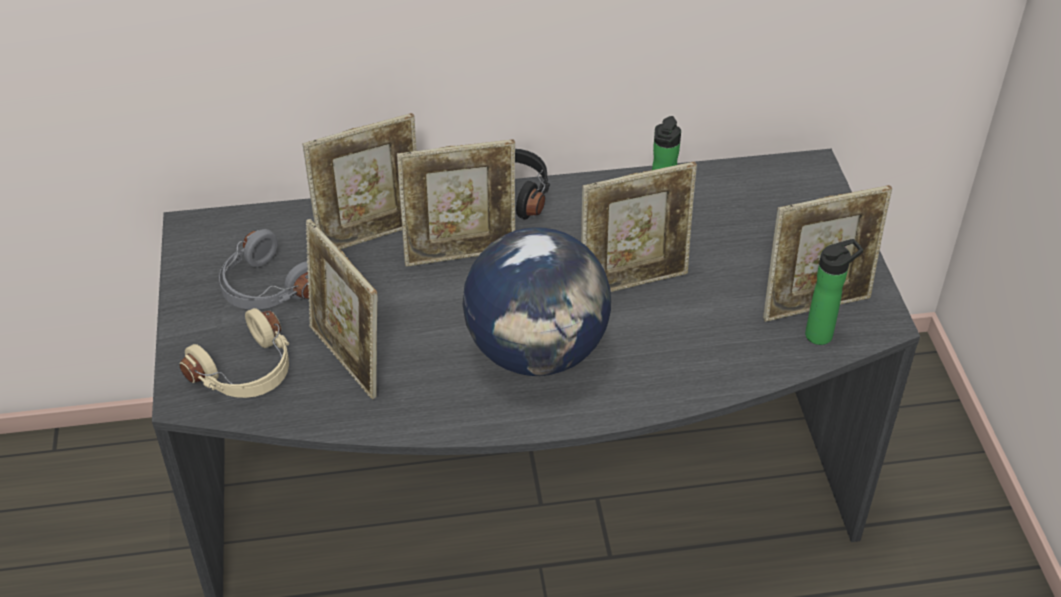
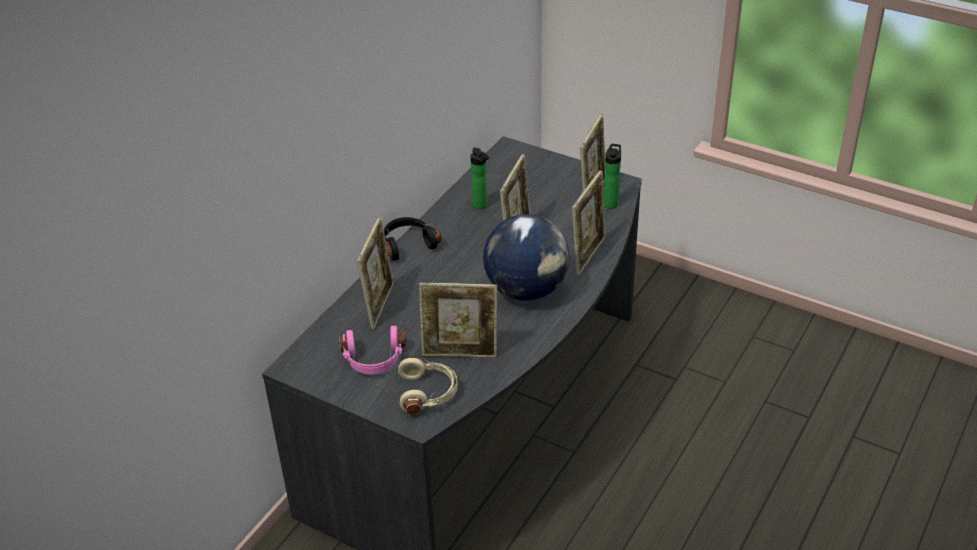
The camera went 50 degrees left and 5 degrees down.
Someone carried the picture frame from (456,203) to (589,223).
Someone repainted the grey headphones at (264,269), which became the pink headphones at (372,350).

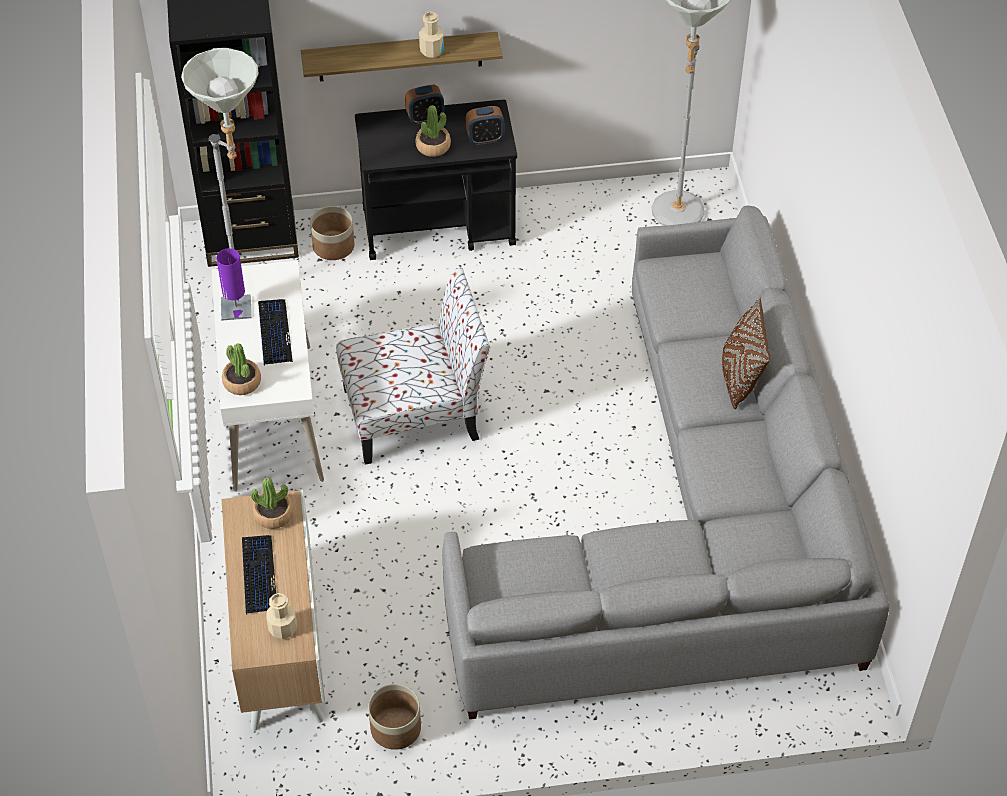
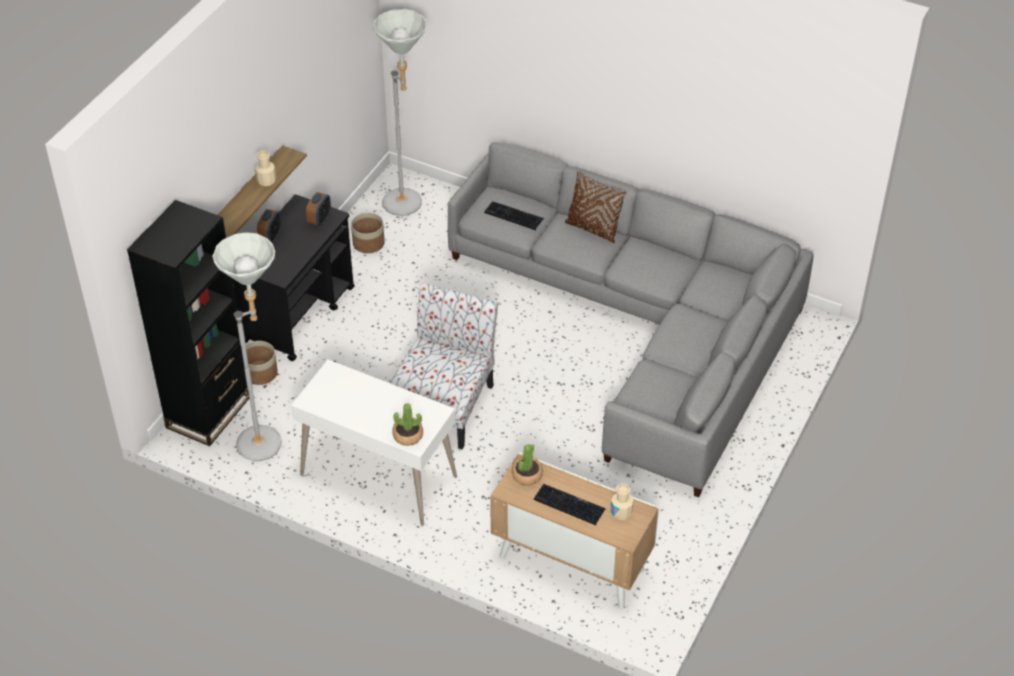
The camera went 55 degrees left and 5 degrees down.
Someone took away the potted plant at (433,131).
Someone took away the purple table lamp at (234,284).
Someone carried the keyboard from (275,332) to (514,215).
Someone carried the planter from (394,717) to (368,233).

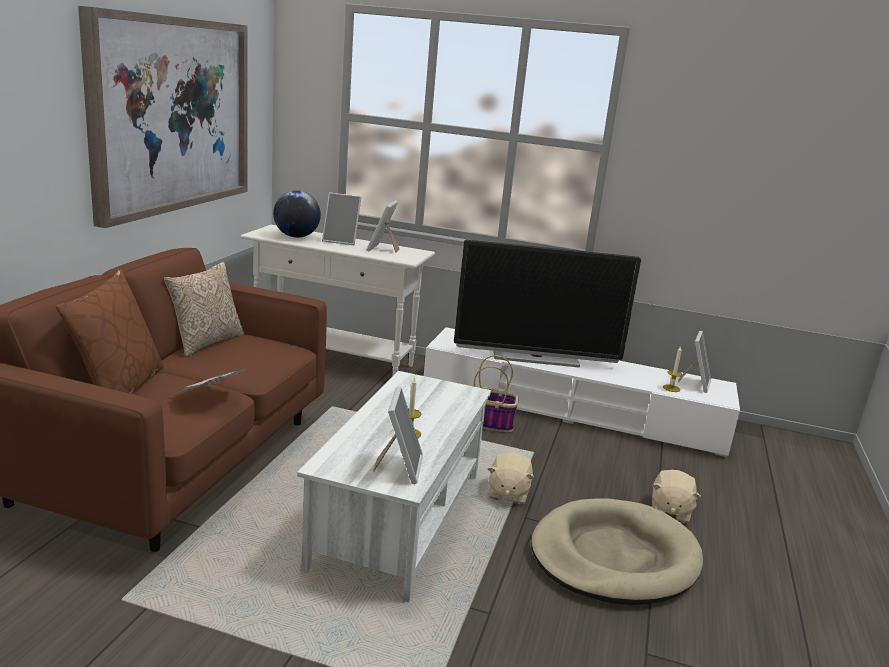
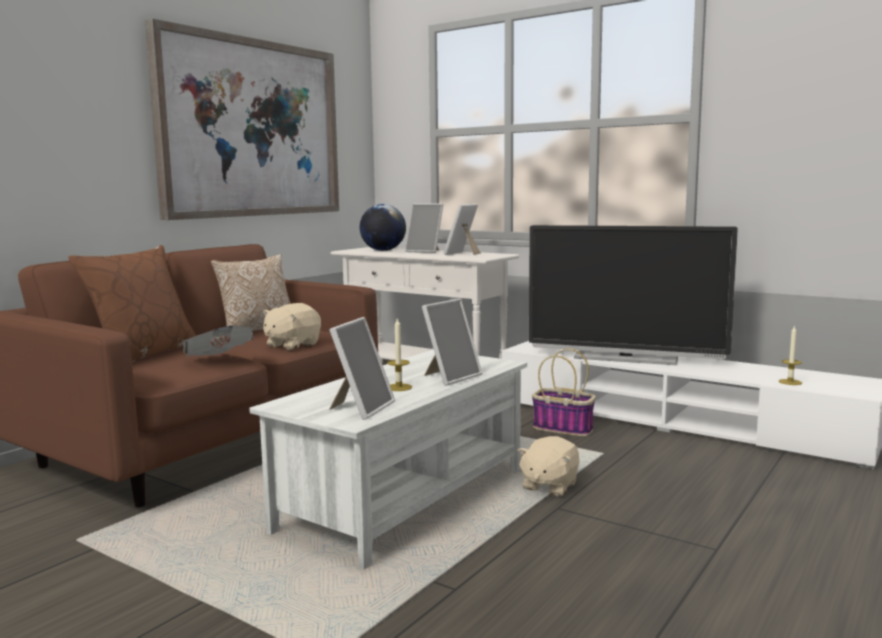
The camera went 20 degrees right and 10 degrees down.
Someone carried the picture frame from (694,362) to (452,342).
Someone carried the beige plush toy from (676,496) to (291,326).
Someone took away the beige dog bed at (617,551).

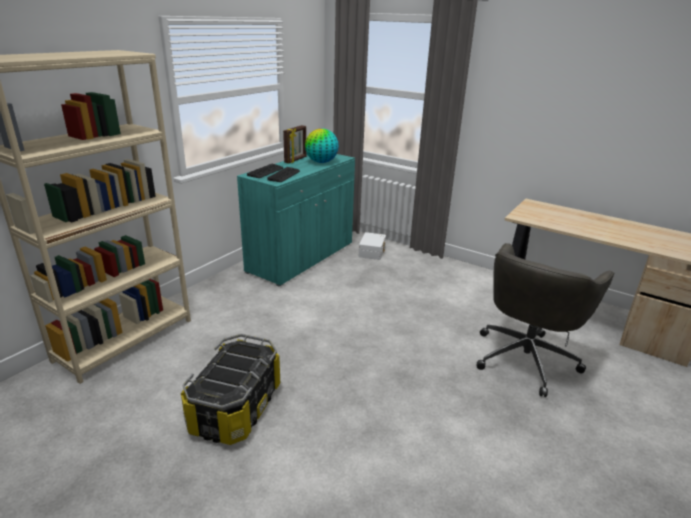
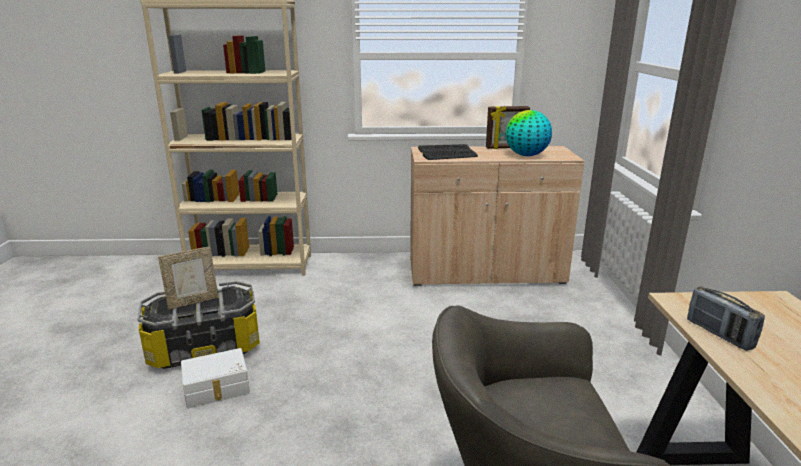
The camera went 55 degrees right and 5 degrees down.
Someone repainted the turquoise cabinet at (296,220), which became the beige cabinet at (497,216).
Someone carried the white storage box from (372,246) to (215,378).
Someone put down the picture frame at (188,278).
Someone put down the radio at (726,318).

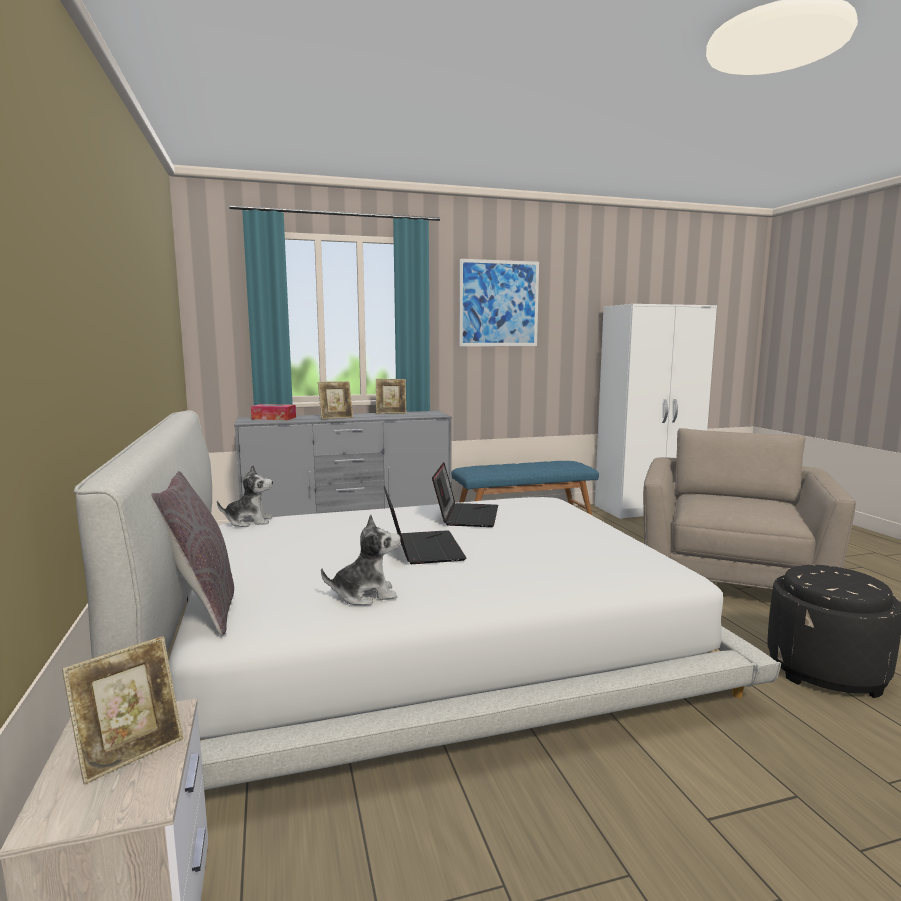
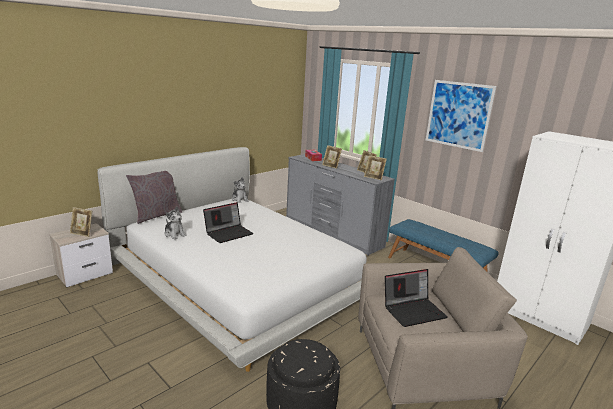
The camera went 60 degrees right and 10 degrees up.
Someone carried the laptop from (465,494) to (416,298).
Someone put down the picture frame at (375,167).

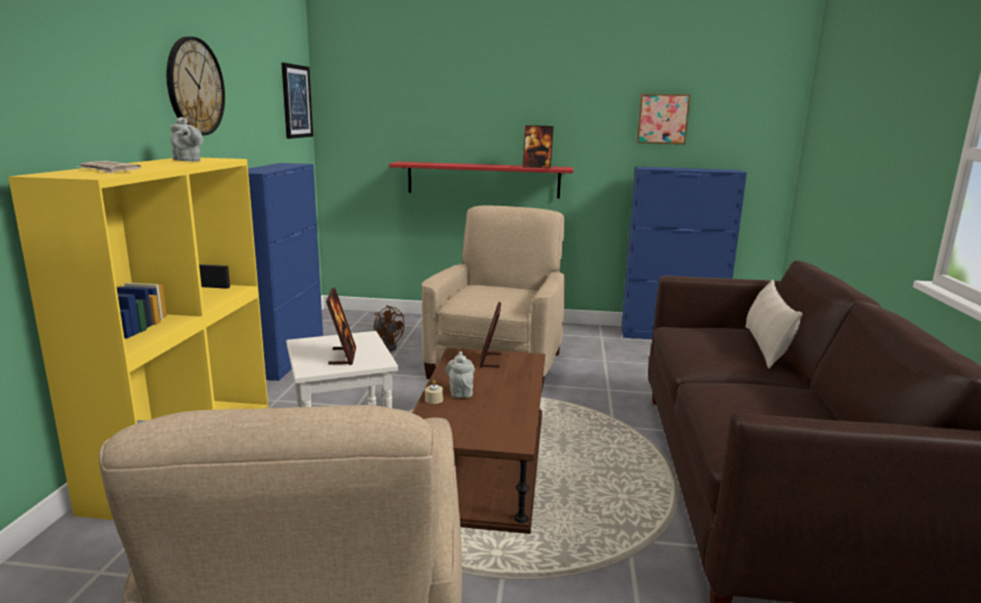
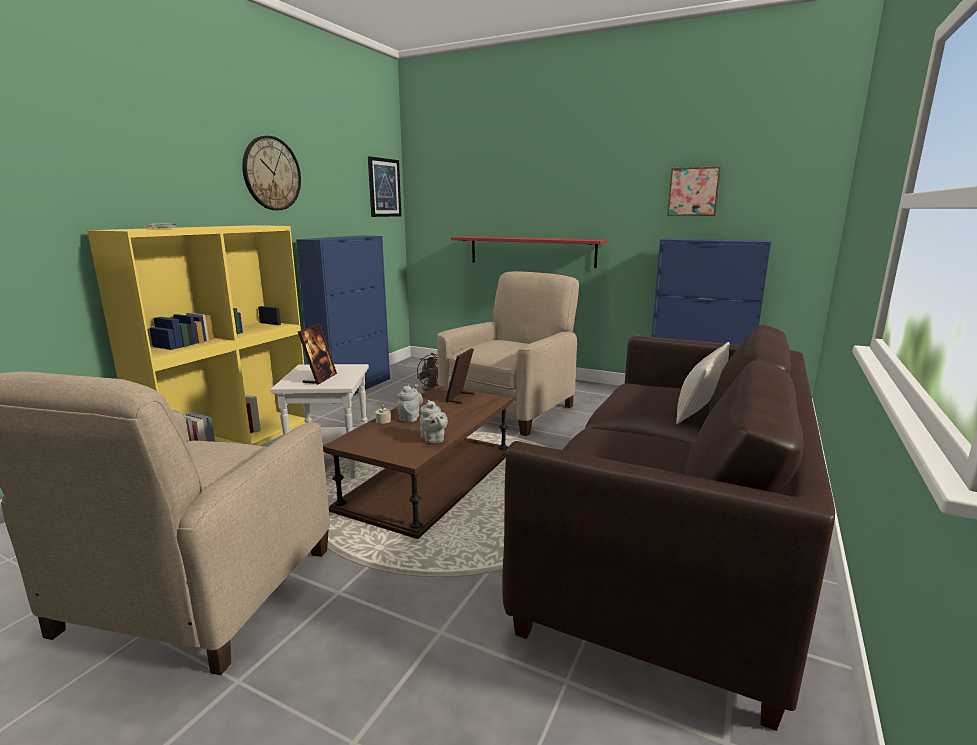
The camera went 20 degrees right and 0 degrees up.
Someone carried the grey teapot from (186,139) to (434,421).
Someone took away the picture frame at (538,146).

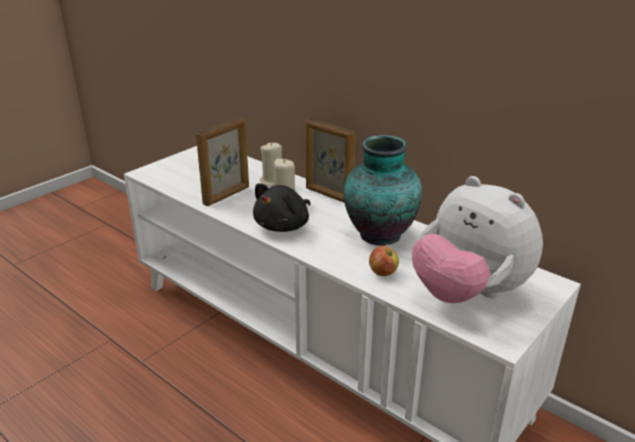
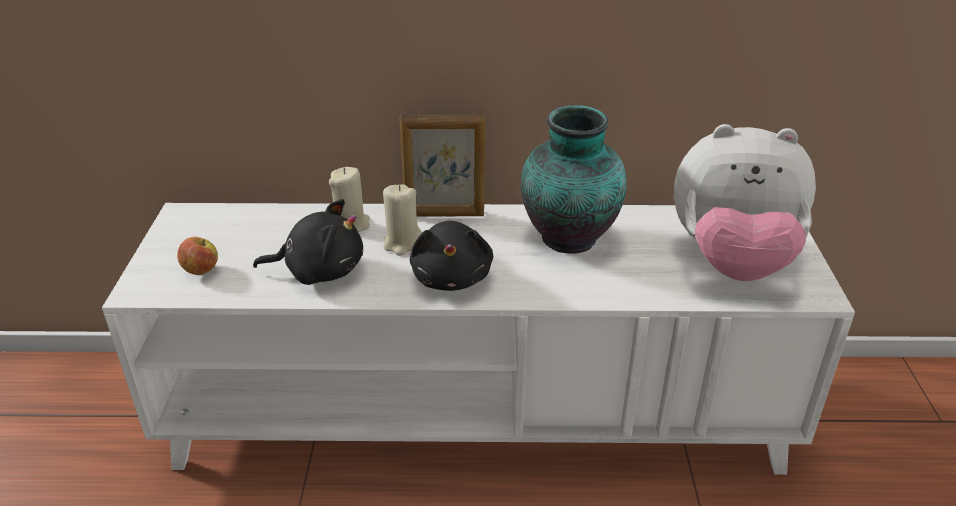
The camera went 40 degrees left and 5 degrees up.
Someone swapped the picture frame at (222,162) for the black plush toy at (308,242).
Someone carried the apple from (384,261) to (197,256).

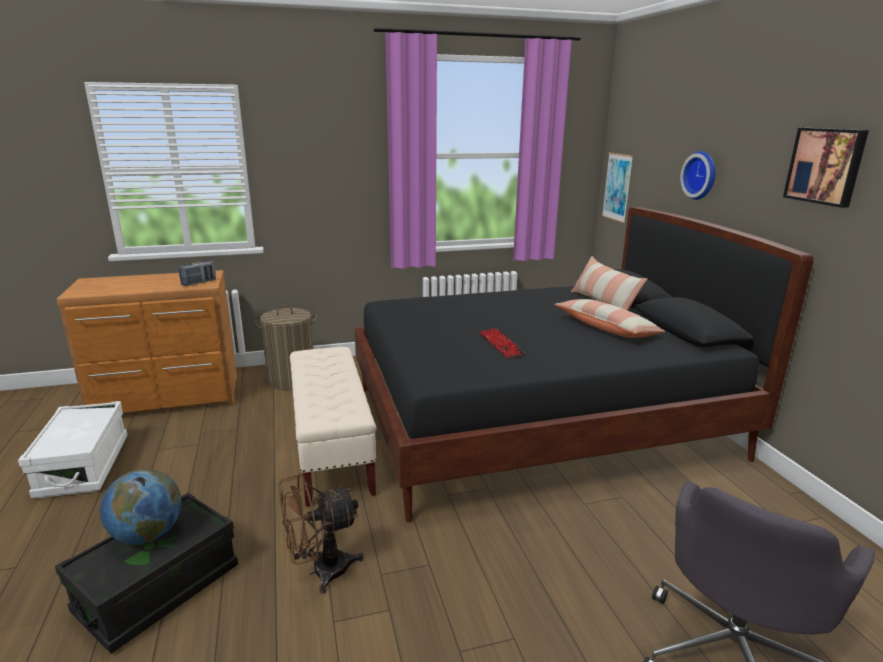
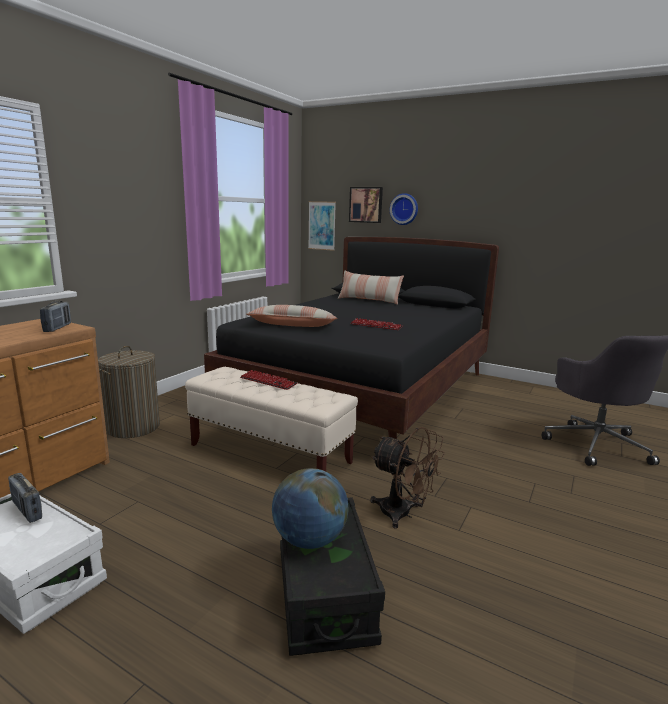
The camera went 45 degrees left and 5 degrees down.
Someone carried the picture from (826,168) to (366,205).
Someone carried the pillow from (610,318) to (291,316).
Someone rotated the brown fan at (320,533) by 75 degrees counterclockwise.
Someone put down the keyboard at (269,380).
Someone put down the radio at (25,498).

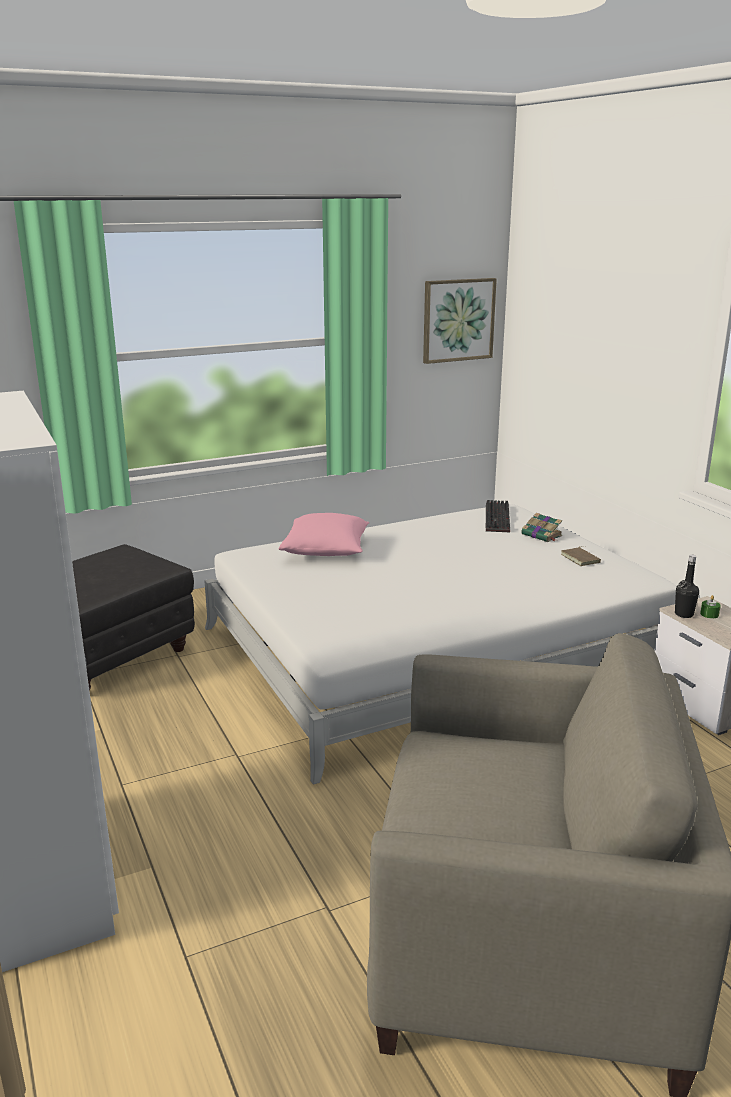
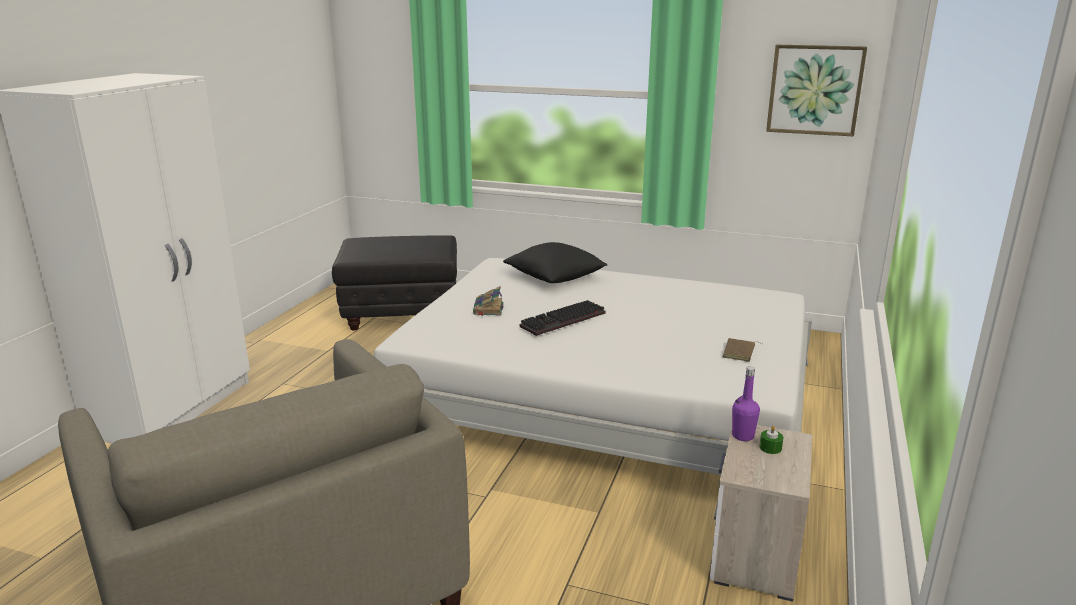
The camera went 45 degrees right and 0 degrees up.
Someone carried the keyboard from (498,516) to (562,318).
Someone repainted the pink pillow at (323,534), which became the black pillow at (555,262).
Someone carried the book from (541,527) to (488,301).
Someone repainted the black bottle at (687,586), which became the purple bottle at (746,403).

